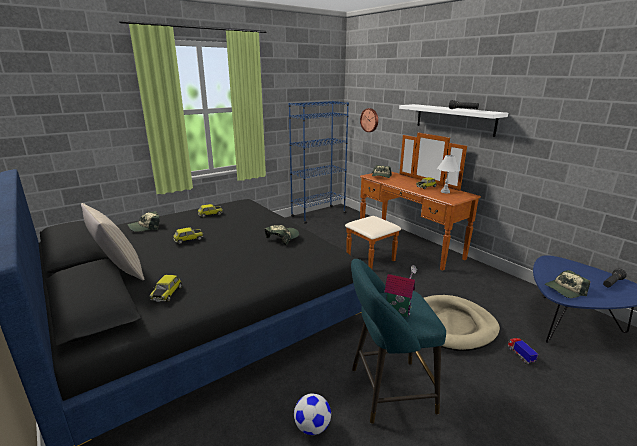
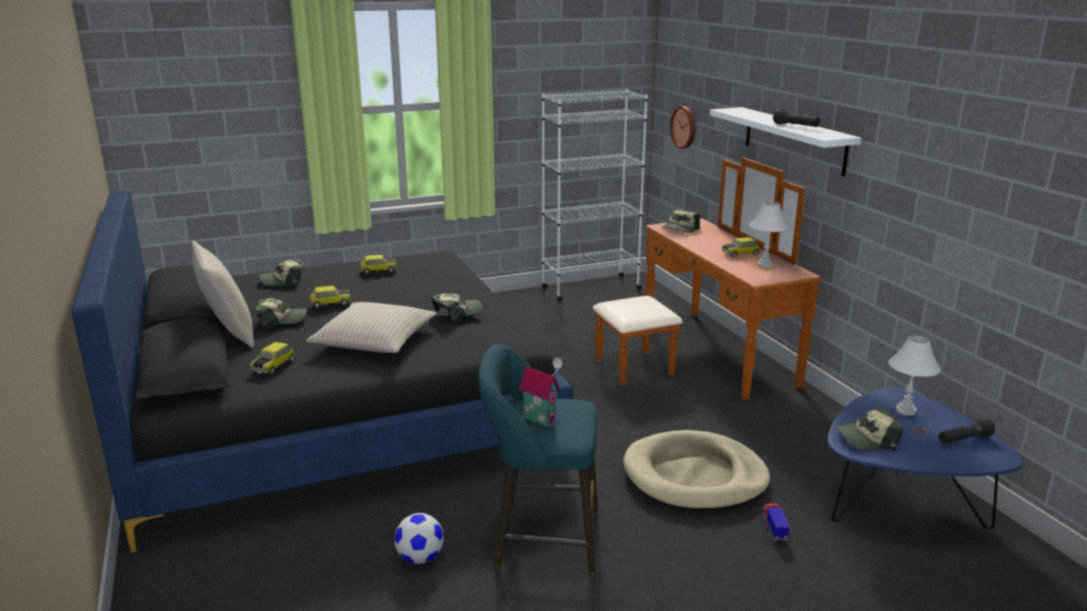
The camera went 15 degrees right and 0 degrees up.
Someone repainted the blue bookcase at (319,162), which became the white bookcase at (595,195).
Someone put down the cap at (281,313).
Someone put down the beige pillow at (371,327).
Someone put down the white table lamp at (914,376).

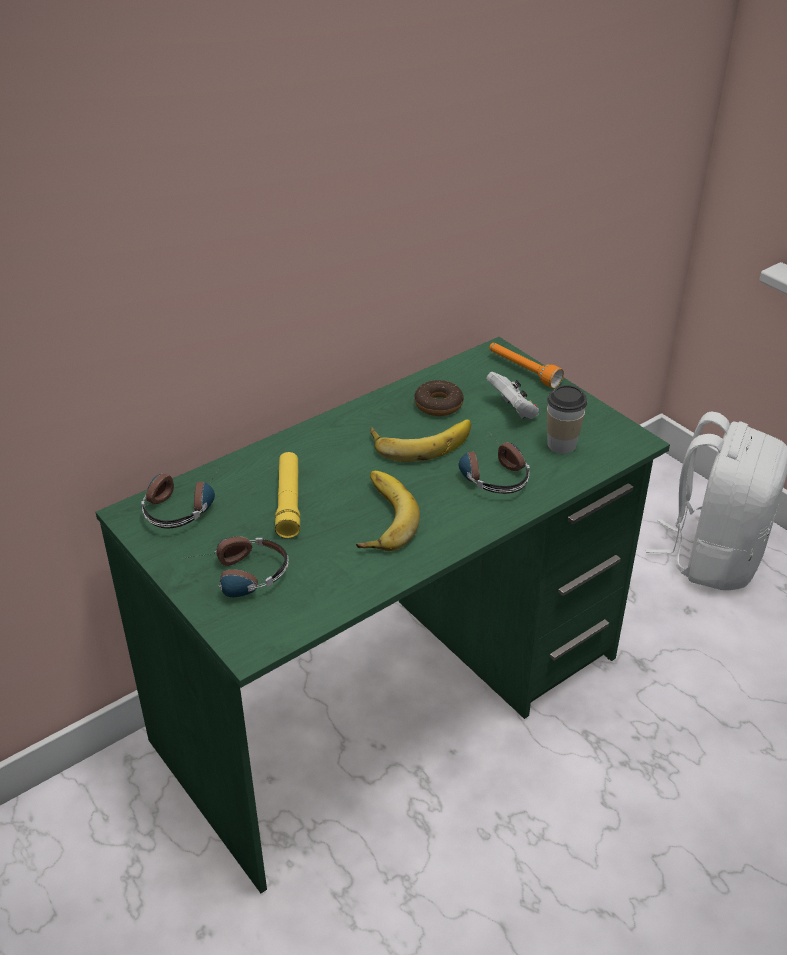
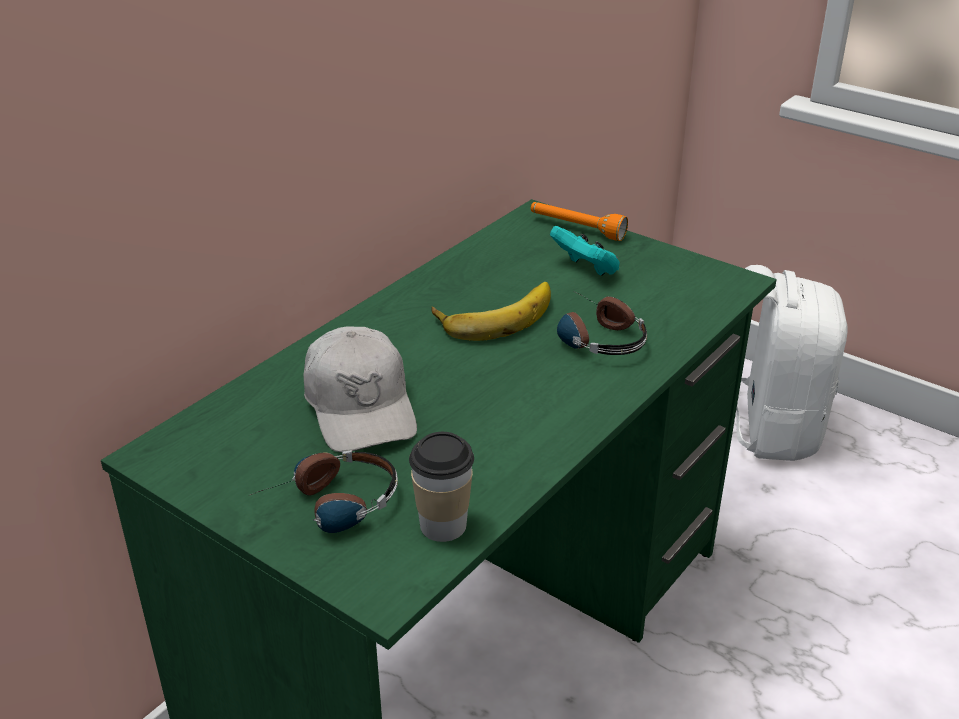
The camera went 15 degrees left and 5 degrees down.
Someone repainted the white game controller at (512,395), which became the turquoise game controller at (585,251).
Someone took away the donut at (439,398).
Someone carried the cup from (567,419) to (441,487).
Someone swapped the yellow flashlight at (287,495) for the white cap at (360,389).
Someone took away the headphones at (179,499).
Someone took away the banana at (388,511).

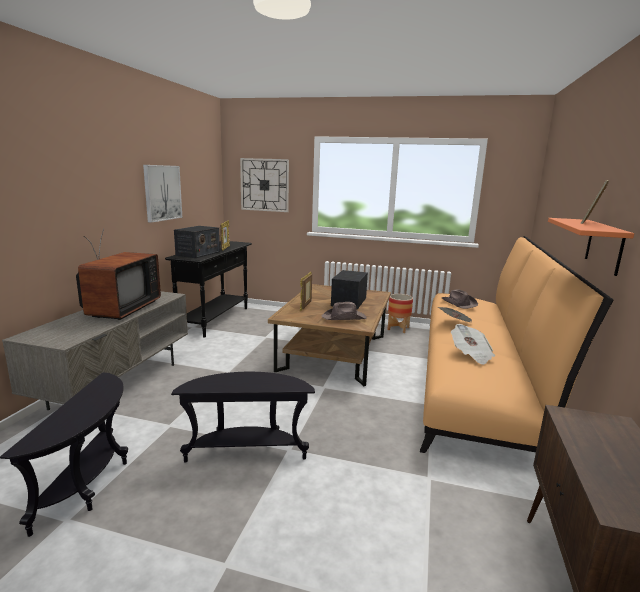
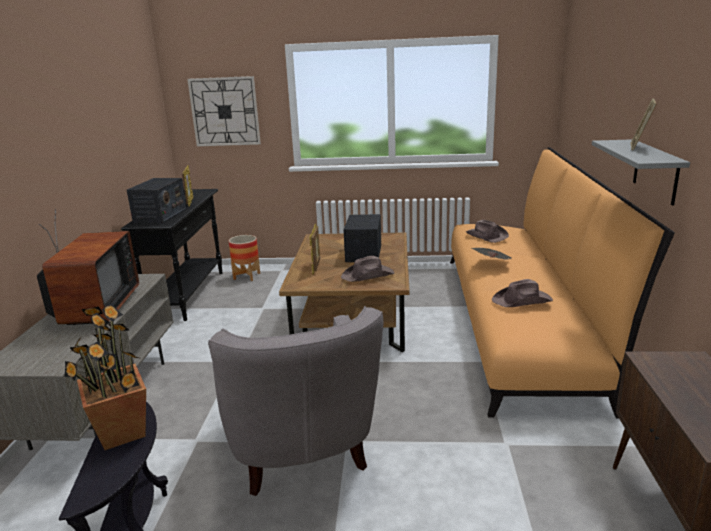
The camera went 10 degrees left and 5 degrees up.
Someone took away the picture at (162,194).
Someone repainted the orange shelf at (591,247), which became the grey shelf at (641,172).
Someone carried the planter from (400,313) to (244,258).
Someone swapped the newspaper at (473,344) for the brown hat at (522,293).
Someone swapped the black side table at (243,417) for the grey armchair at (295,401).
Someone put down the potted plant at (105,376).

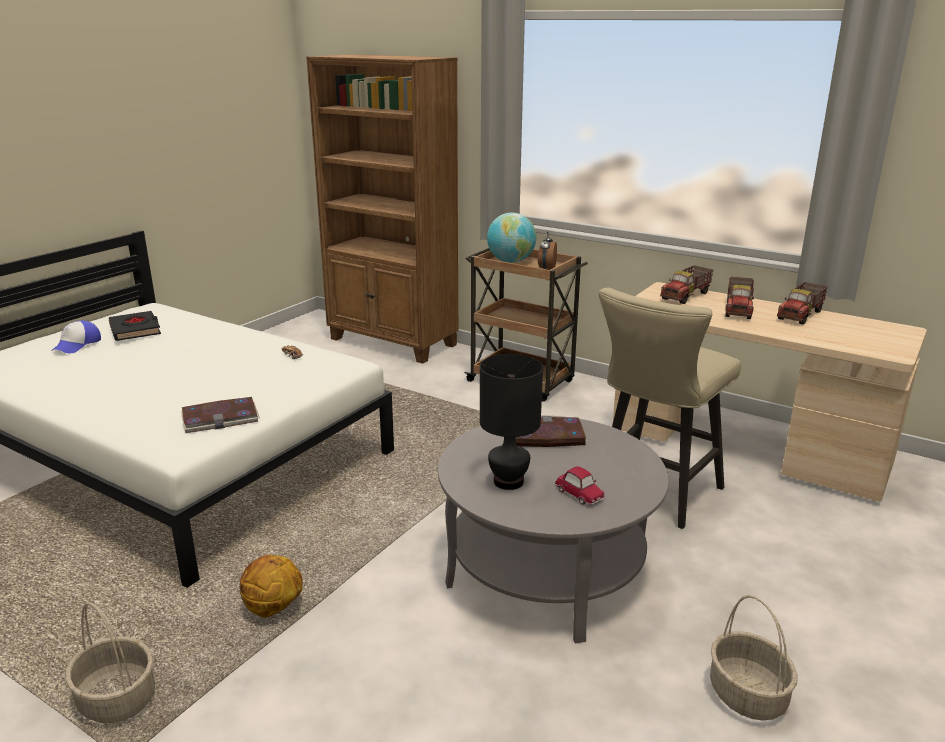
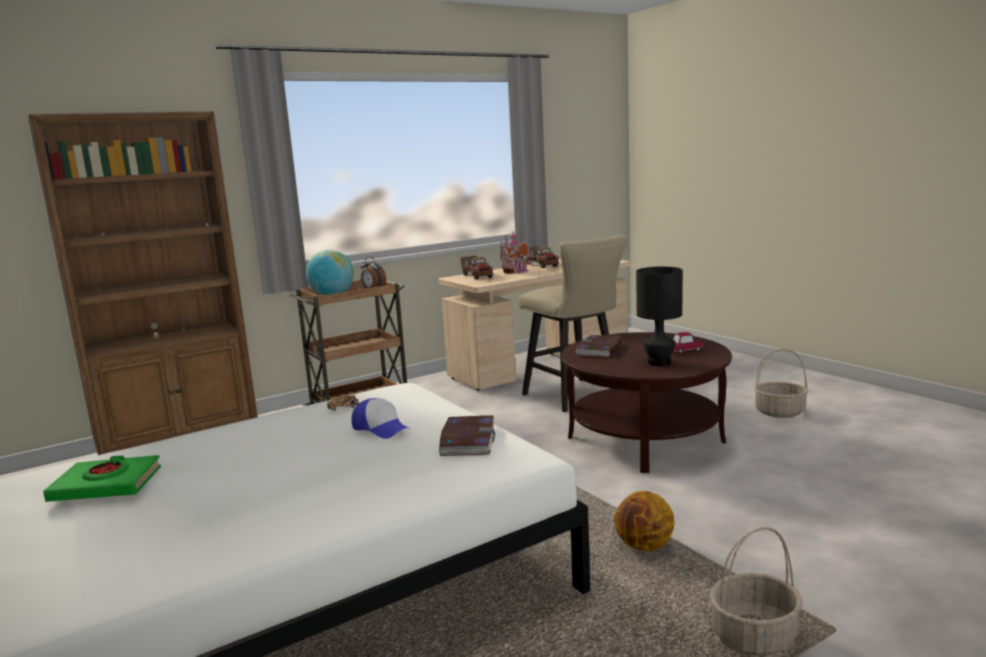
The camera went 65 degrees left and 10 degrees down.
Someone swapped the toy truck at (739,297) for the toy house at (515,252).
Someone repainted the black book at (134,326), which became the green book at (102,478).
Someone carried the cap from (76,336) to (380,418).
Someone repainted the grey coffee table at (553,530), which became the brown coffee table at (646,402).

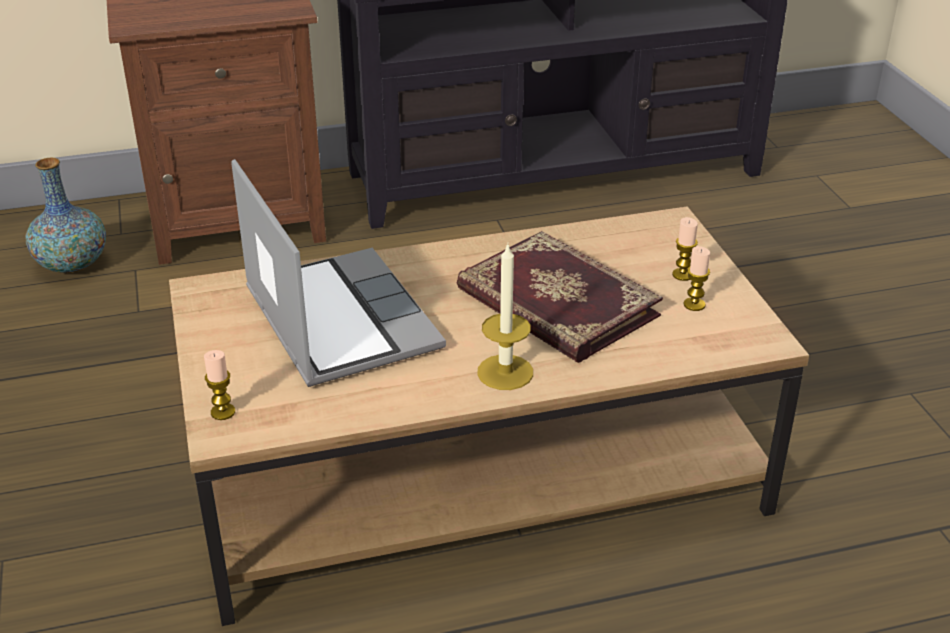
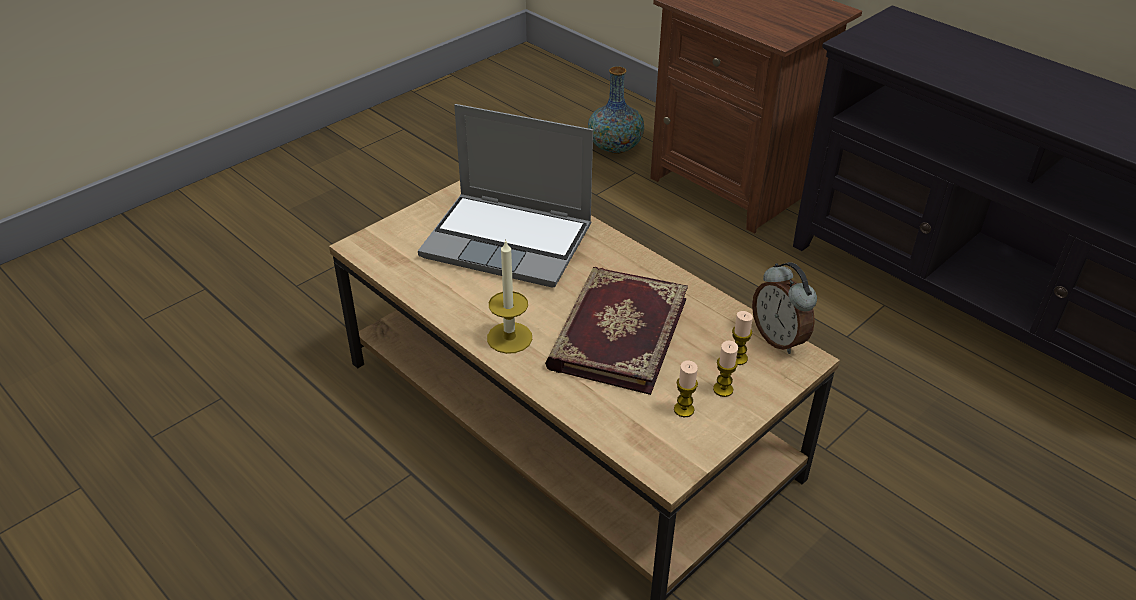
The camera went 60 degrees right and 5 degrees up.
Someone rotated the laptop at (338,273) by 75 degrees clockwise.
Someone carried the candle from (219,385) to (742,338).
Someone put down the alarm clock at (784,308).

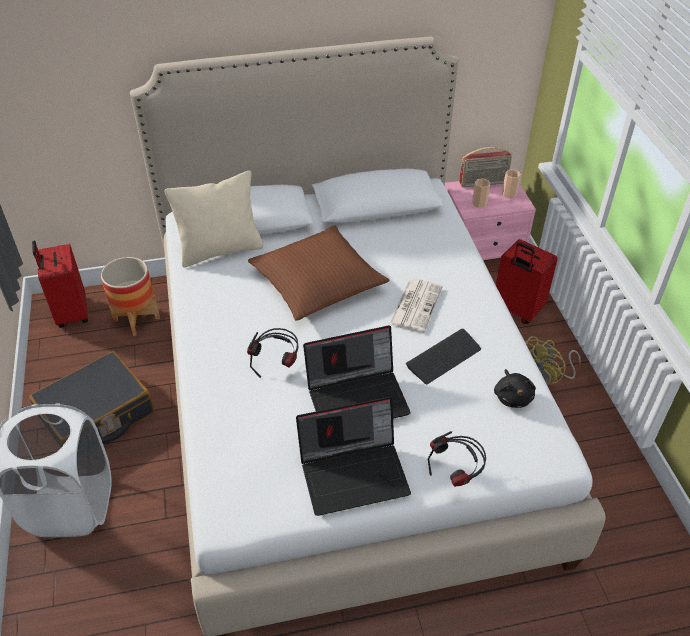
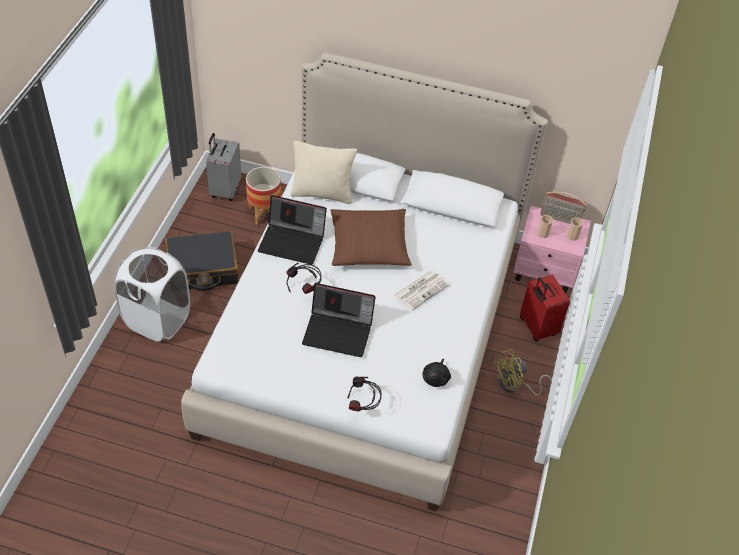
The camera went 25 degrees right and 5 degrees up.
Someone repainted the red suitcase at (60,284), which became the grey suitcase at (223,167).
Someone took away the keyboard at (443,356).
Someone carried the laptop from (353,456) to (292,230).

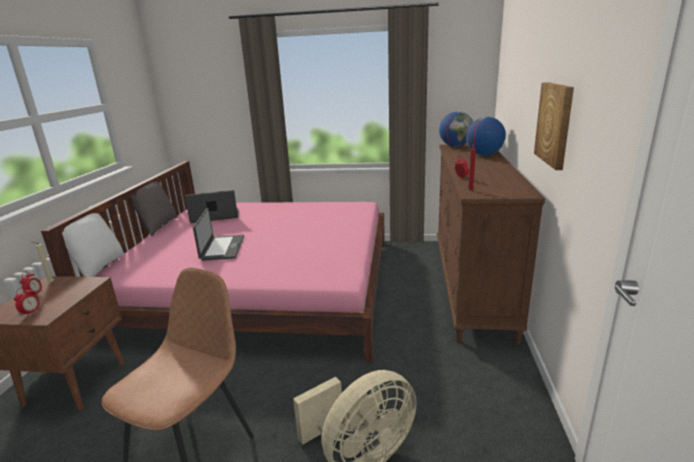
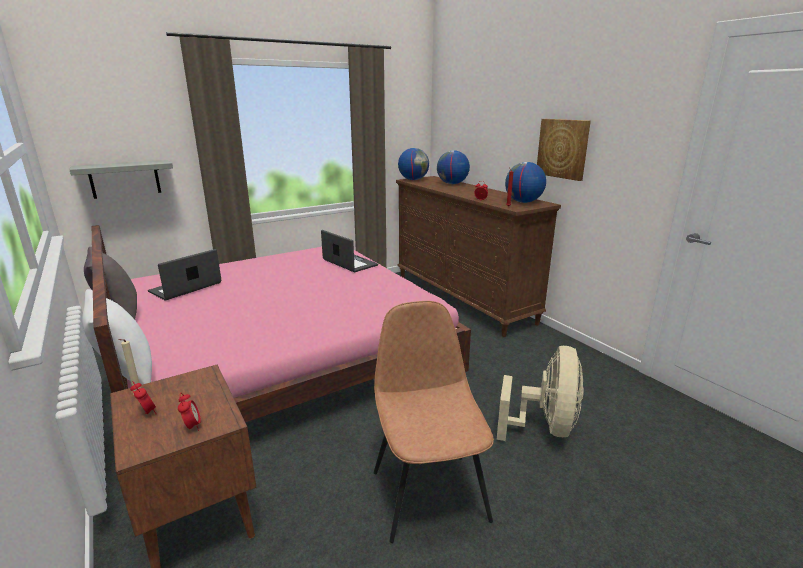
The camera went 40 degrees left and 0 degrees up.
Someone carried the laptop from (218,234) to (349,251).
Someone put up the grey shelf at (121,179).
Someone put down the globe at (525,182).

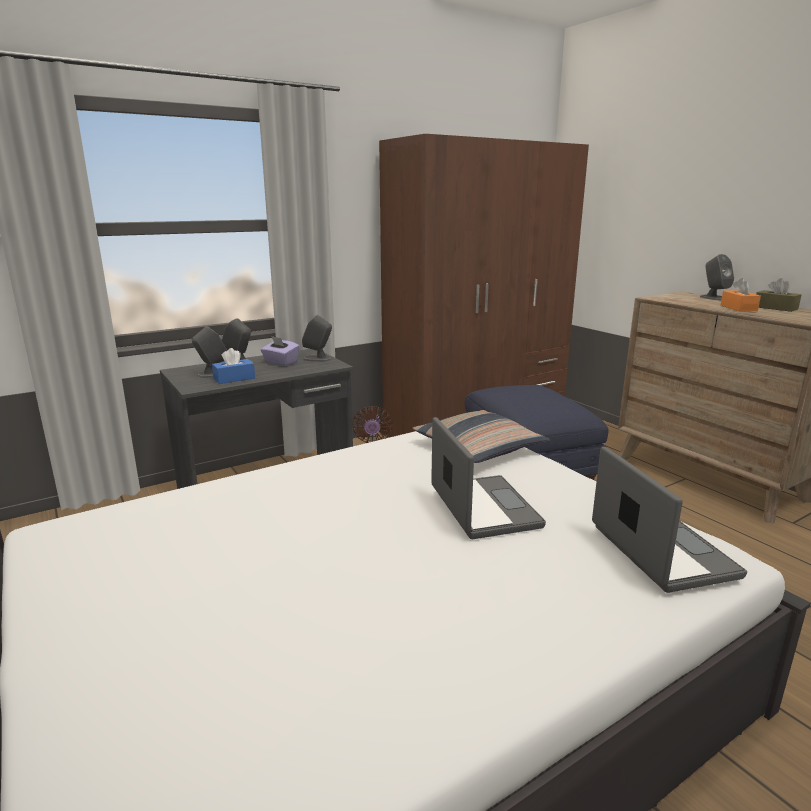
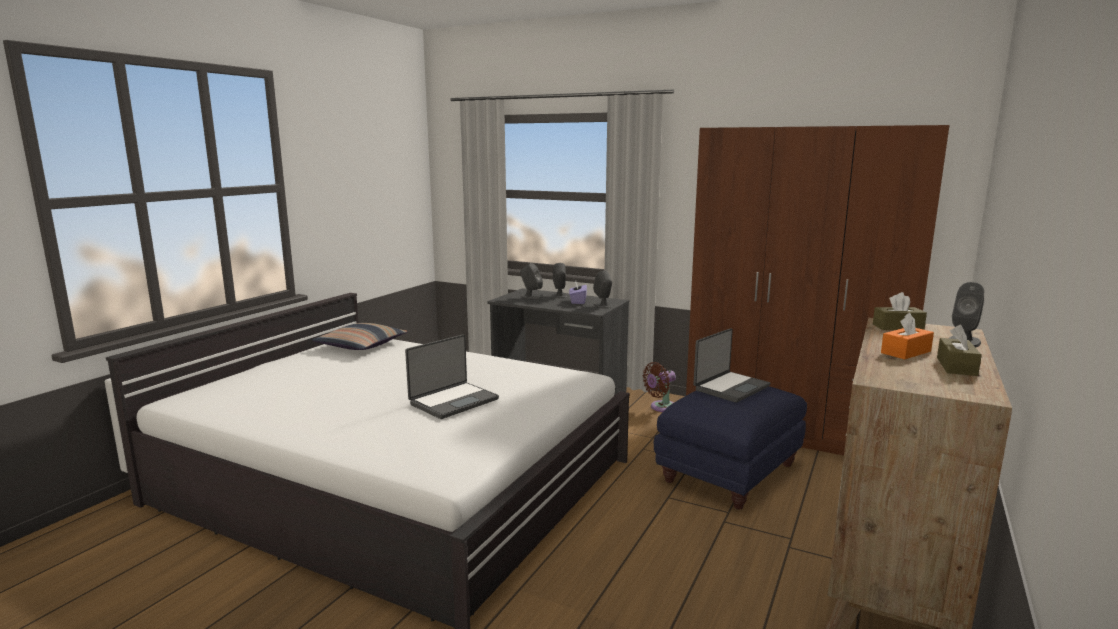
The camera went 60 degrees right and 5 degrees down.
Someone took away the blue tissue box at (233,366).
Someone carried the pillow from (481,436) to (359,336).
Someone carried the laptop from (669,520) to (732,365).
Someone put down the brown tissue box at (900,311).

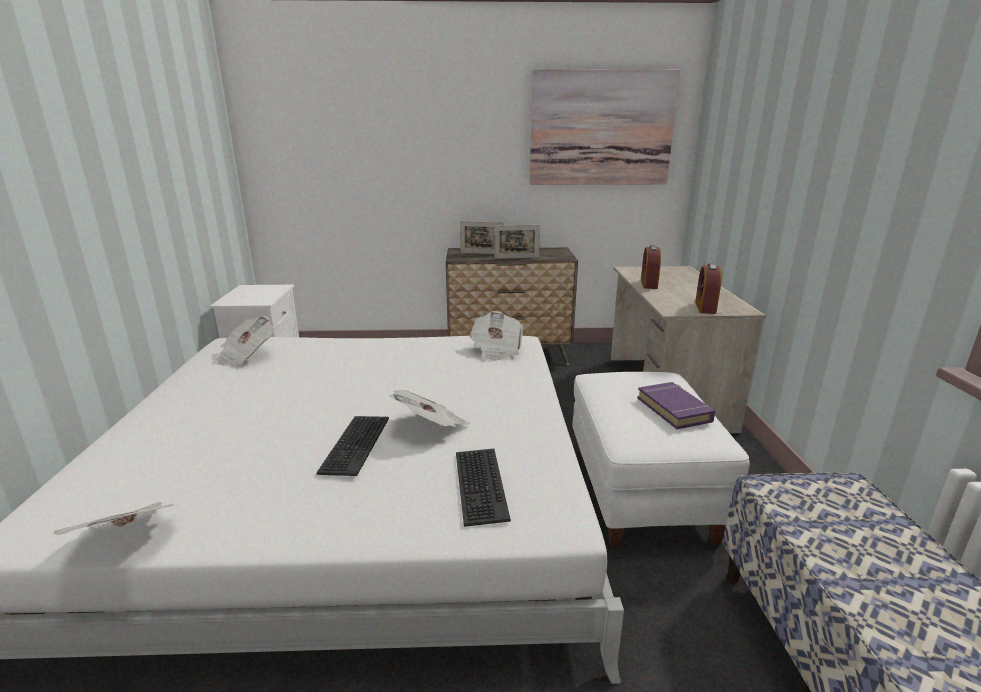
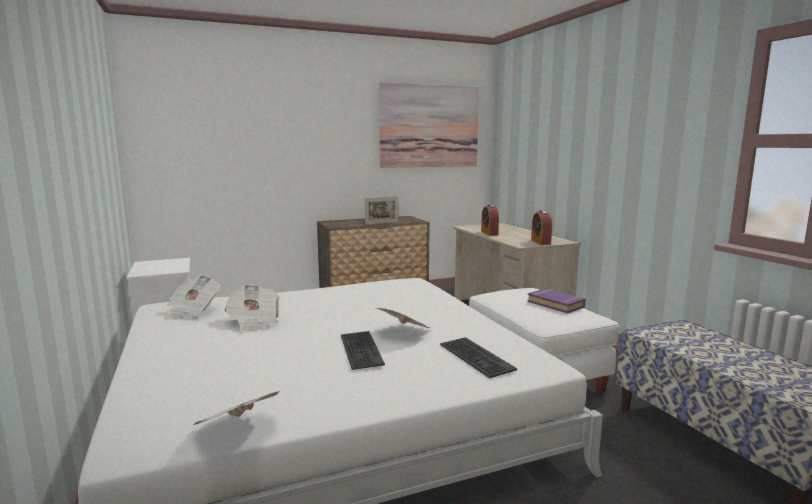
The camera went 20 degrees left and 10 degrees down.
Someone took away the picture frame at (482,237).
Someone carried the newspaper from (496,336) to (252,308).

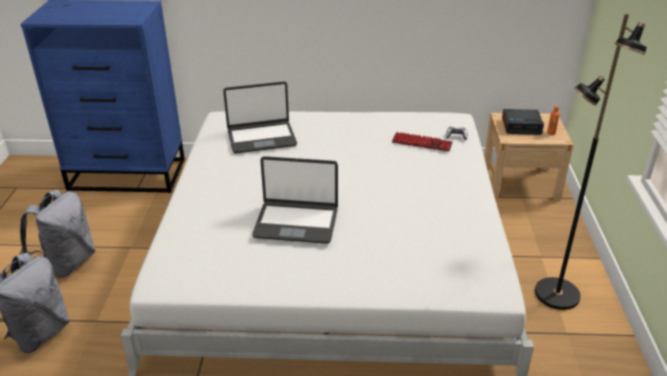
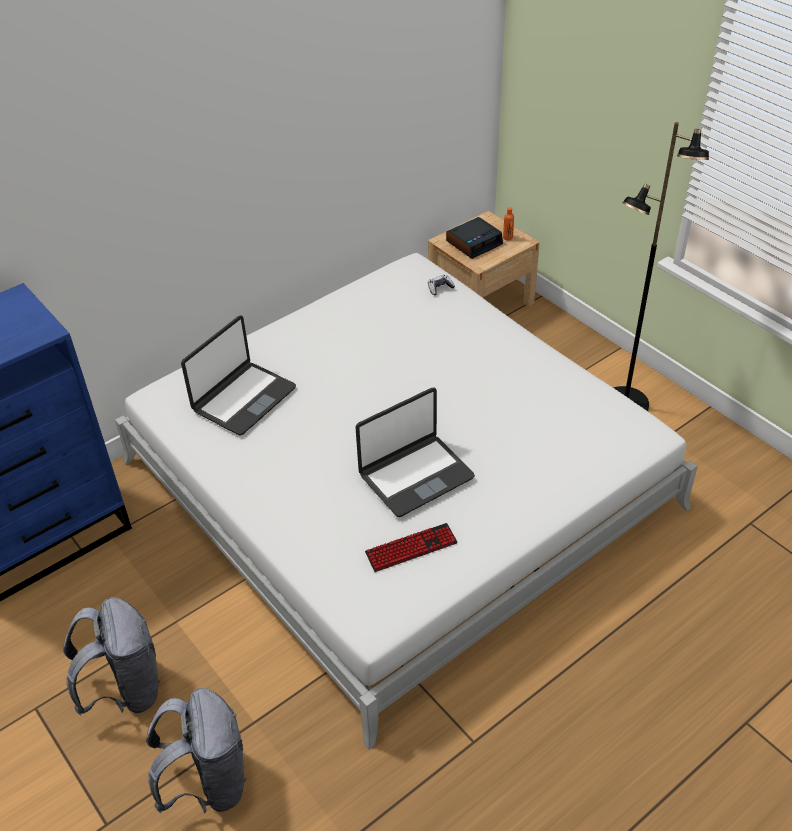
The camera went 40 degrees left and 10 degrees up.
Someone carried the keyboard from (422,142) to (411,547).

